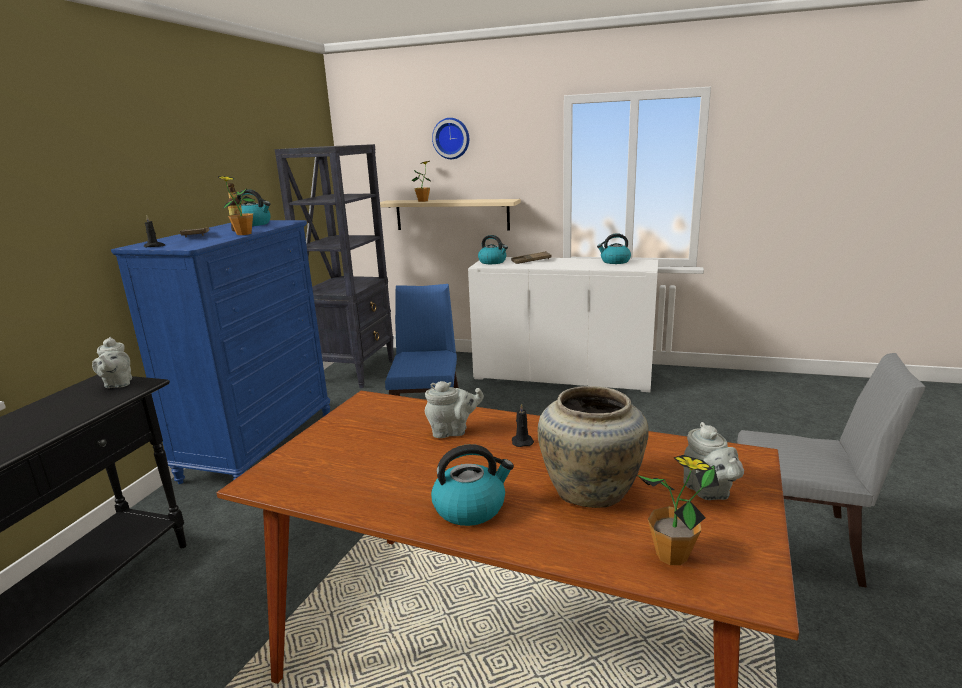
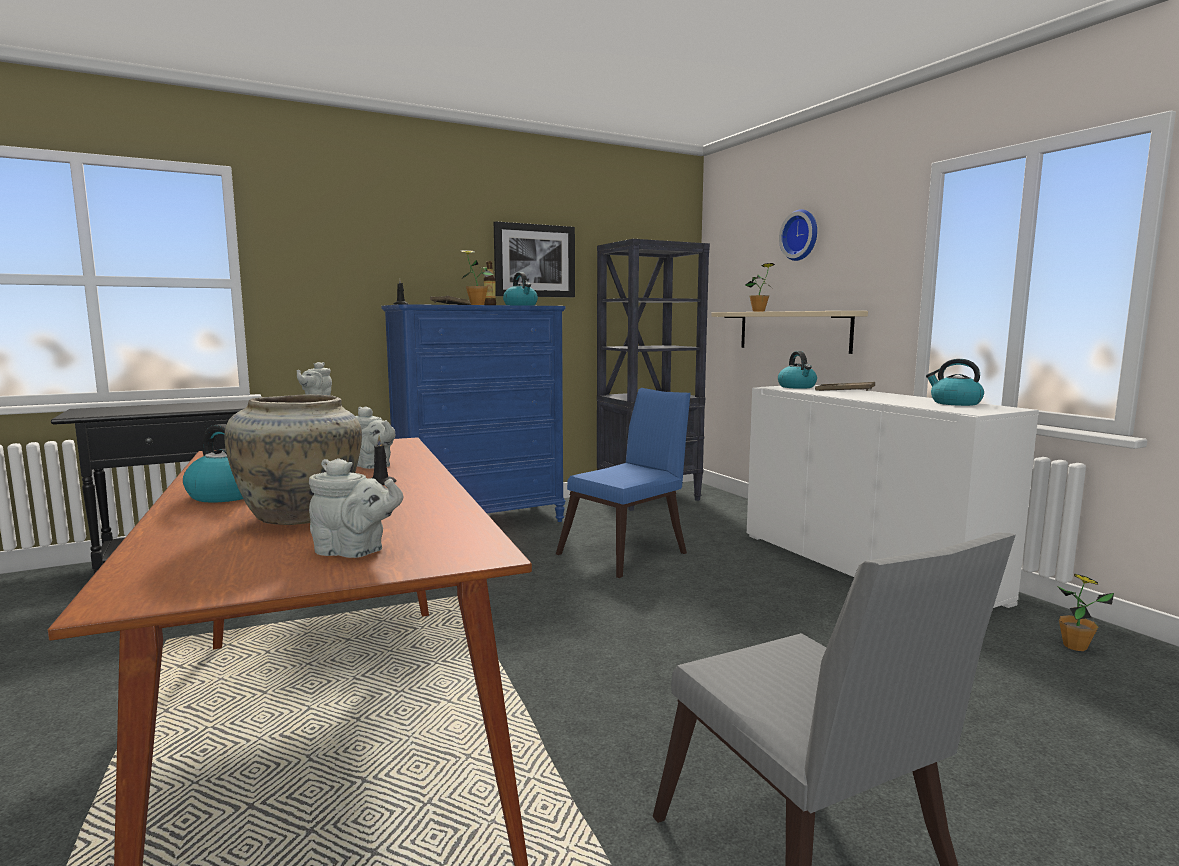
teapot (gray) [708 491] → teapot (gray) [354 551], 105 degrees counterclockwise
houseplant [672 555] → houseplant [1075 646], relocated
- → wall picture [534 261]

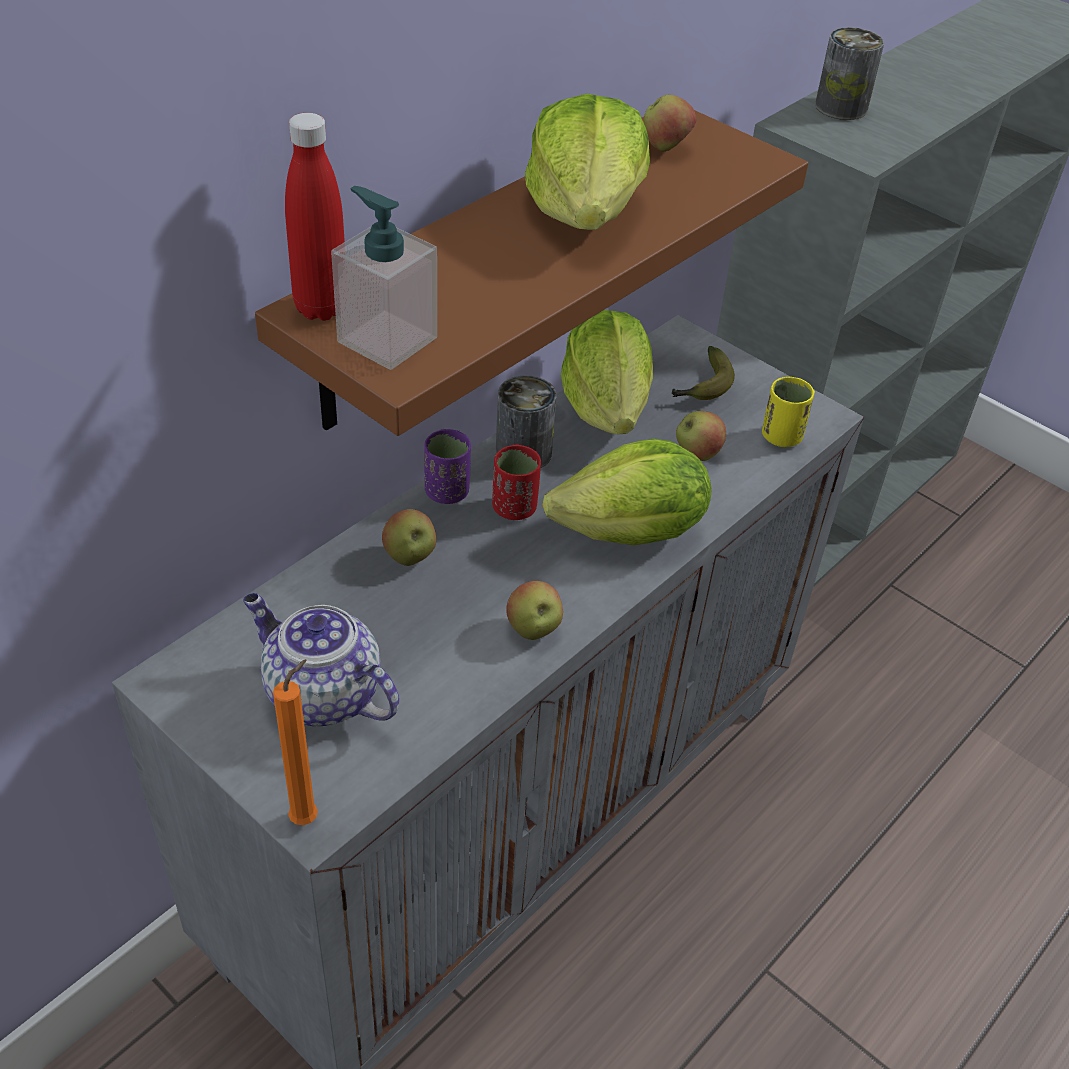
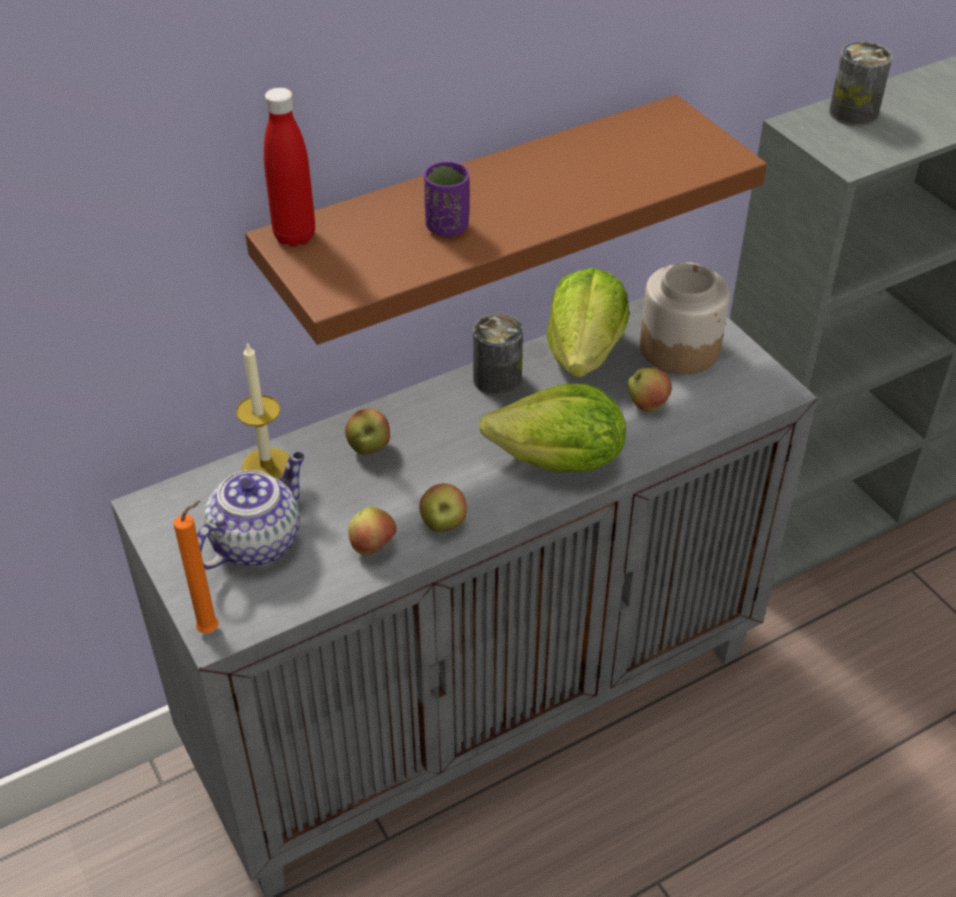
lettuce head [585 211] → -
apple [665 148] → apple [373 547], relocated
liquid soap bottle [387 339] → -
whole banana [703 386] → storage jar [679 347]
cup (yellowish) [781 437] → -
cup (purple-coloured) [447 492] → cup (purple-coloured) [447 227], relocated
cup (reddish) [514 508] → -
teapot [320 694] → teapot [257 541], 75 degrees clockwise
- → candle [266 465]

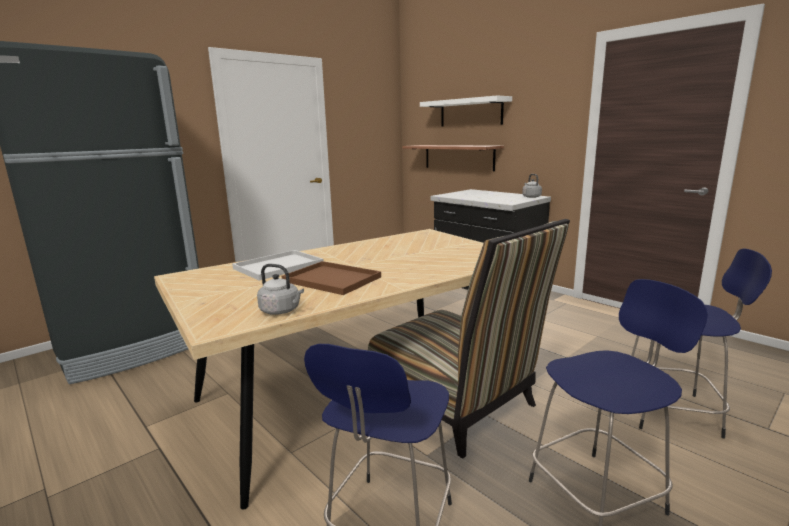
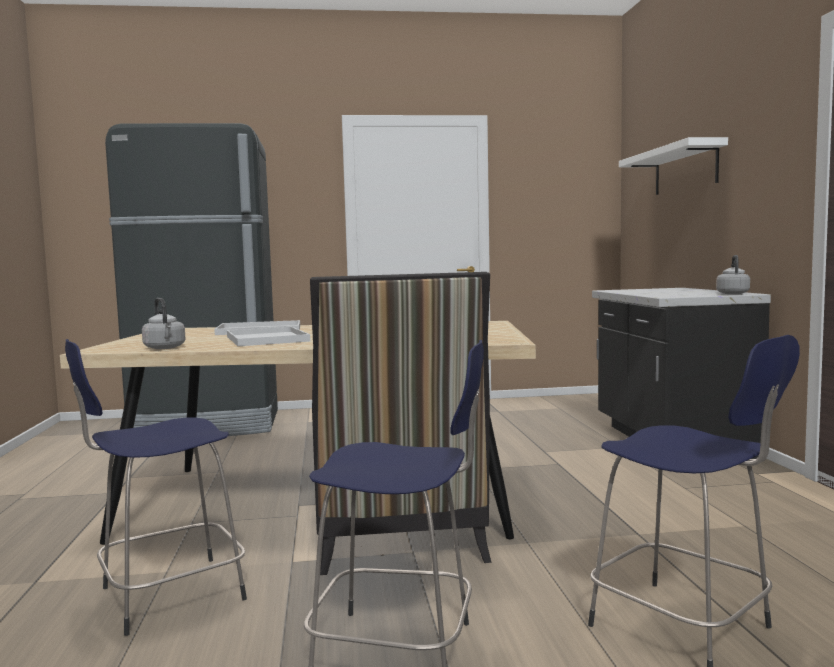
shelf [458 157] → -
serving tray (brown) [333 279] → serving tray (whitish) [268 339]

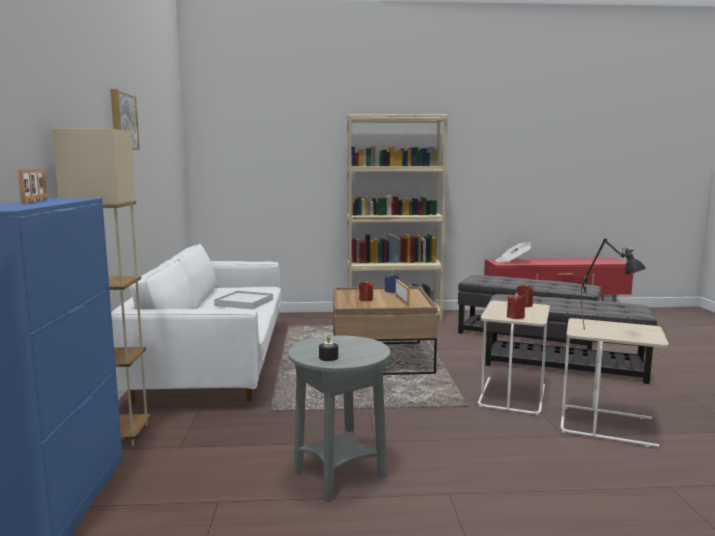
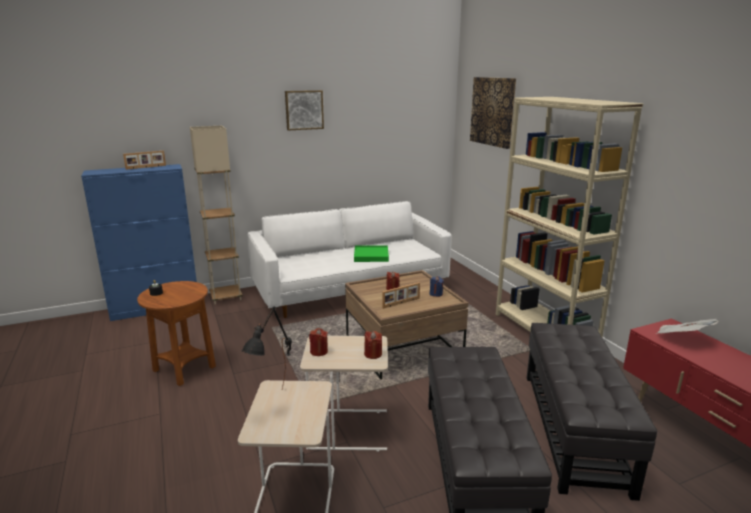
serving tray (whitish) [244 302] → serving tray (greenish) [371 256]
accent table (gray) [339 475] → accent table (brown) [184 369]
- → wall picture [492 111]

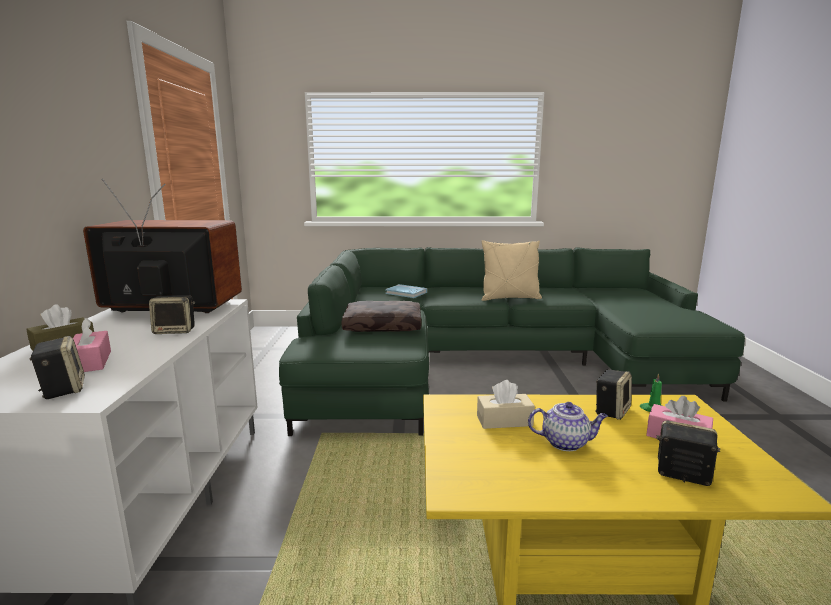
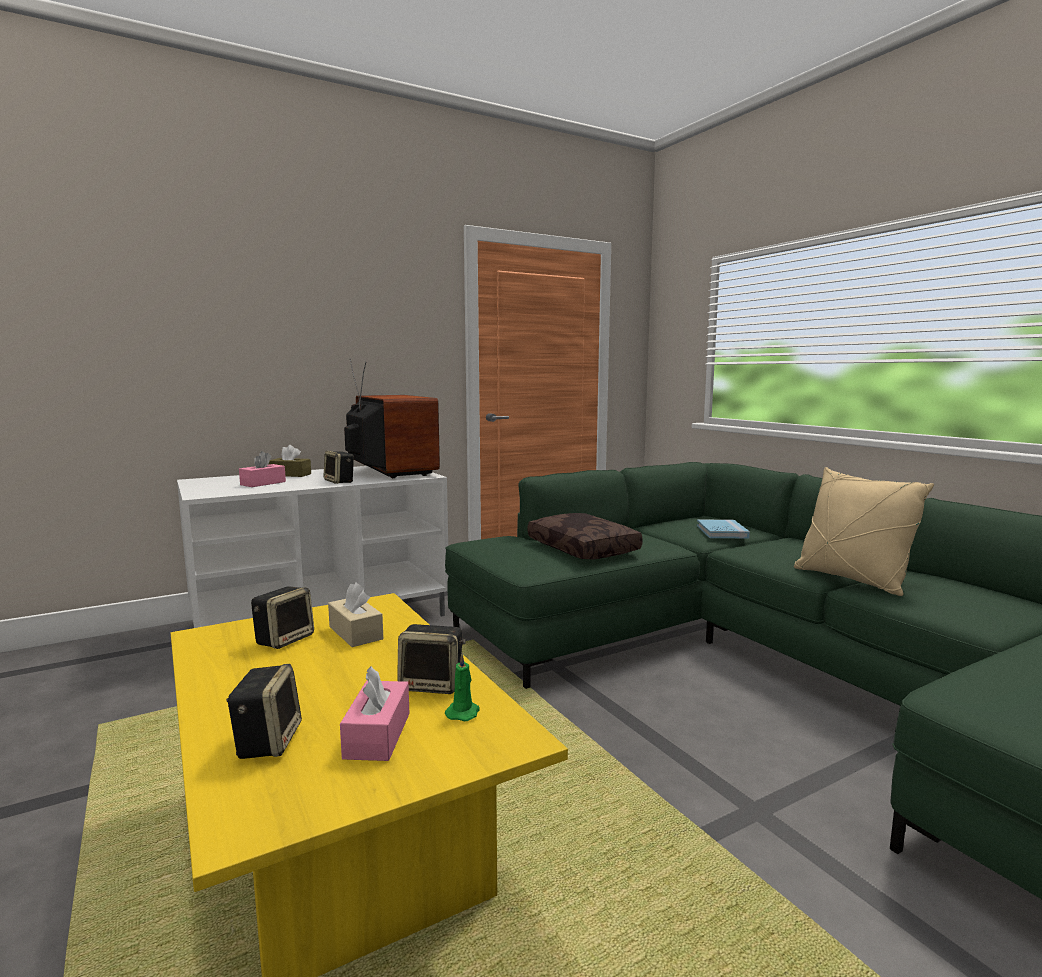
speaker [62 389] → speaker [285 639], relocated
teapot [566 443] → -

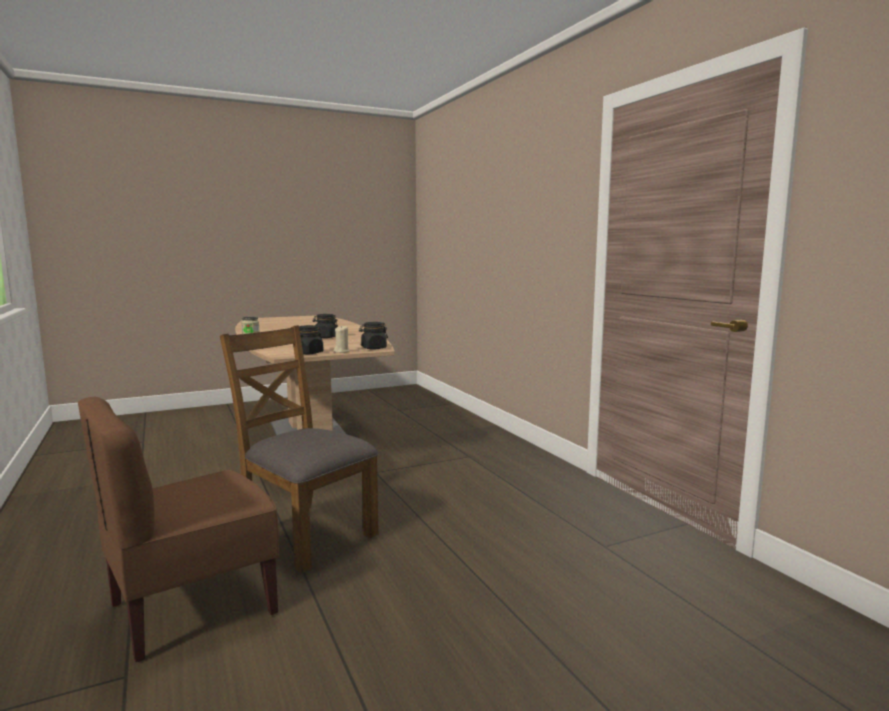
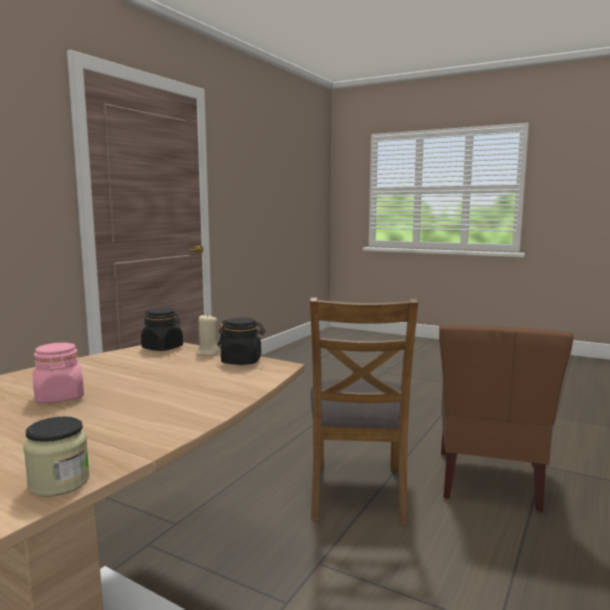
storage jar (black) [325 337] → storage jar (pink) [59 397]
upright chair (brown) [191 608] → upright chair (brown) [489 481], 90 degrees clockwise

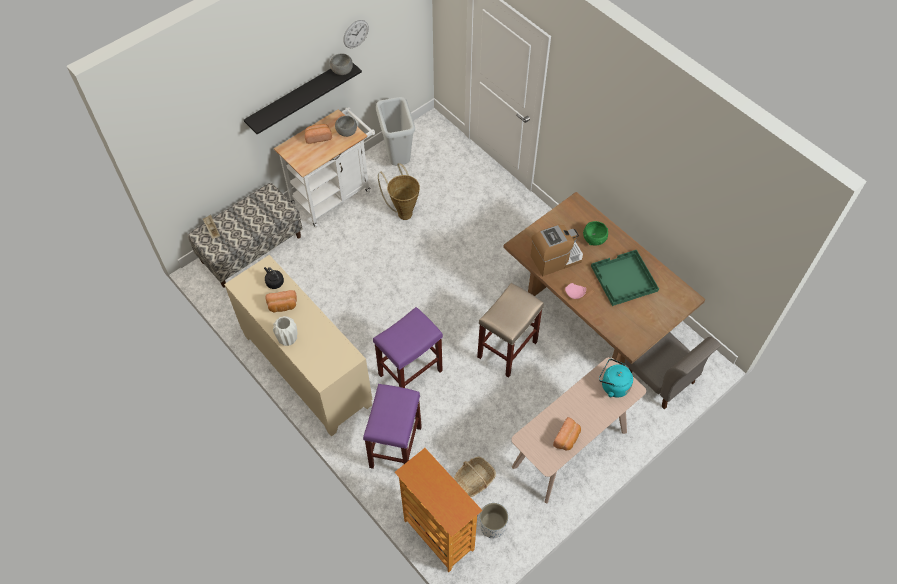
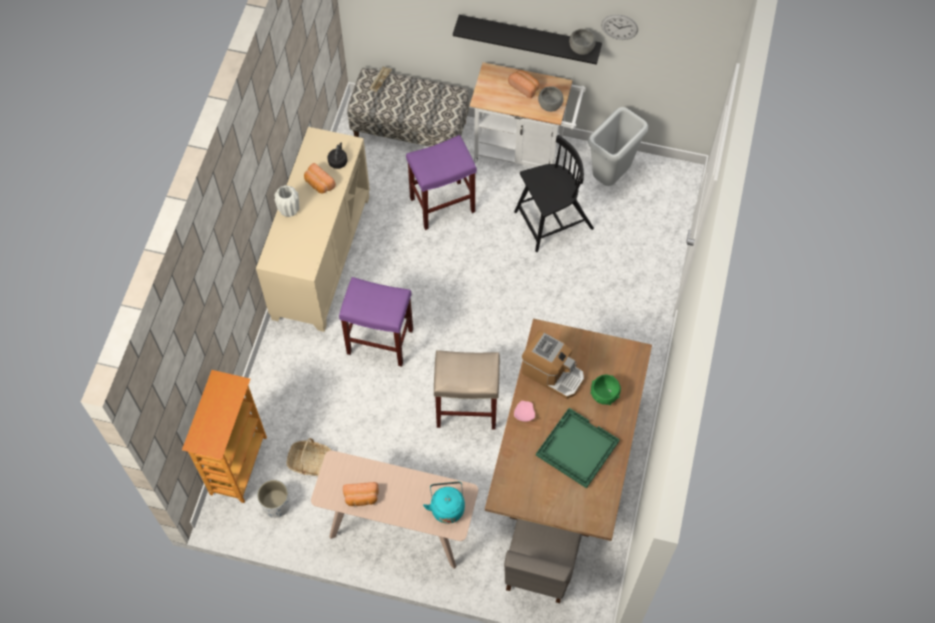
storage basket [403 211] → upright chair (black) [552 221]
stool (purple-coloured) [395 446] → stool (purple-coloured) [443 204], relocated

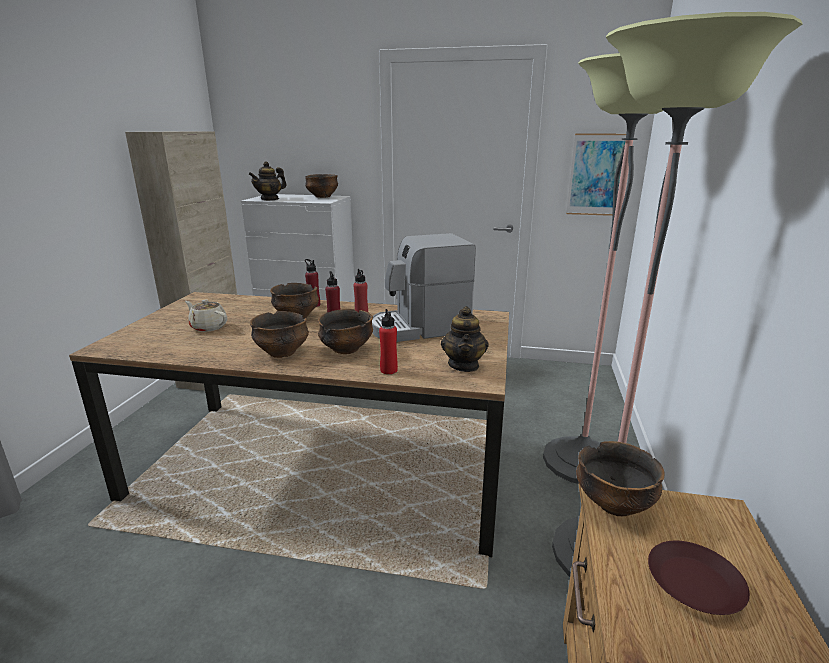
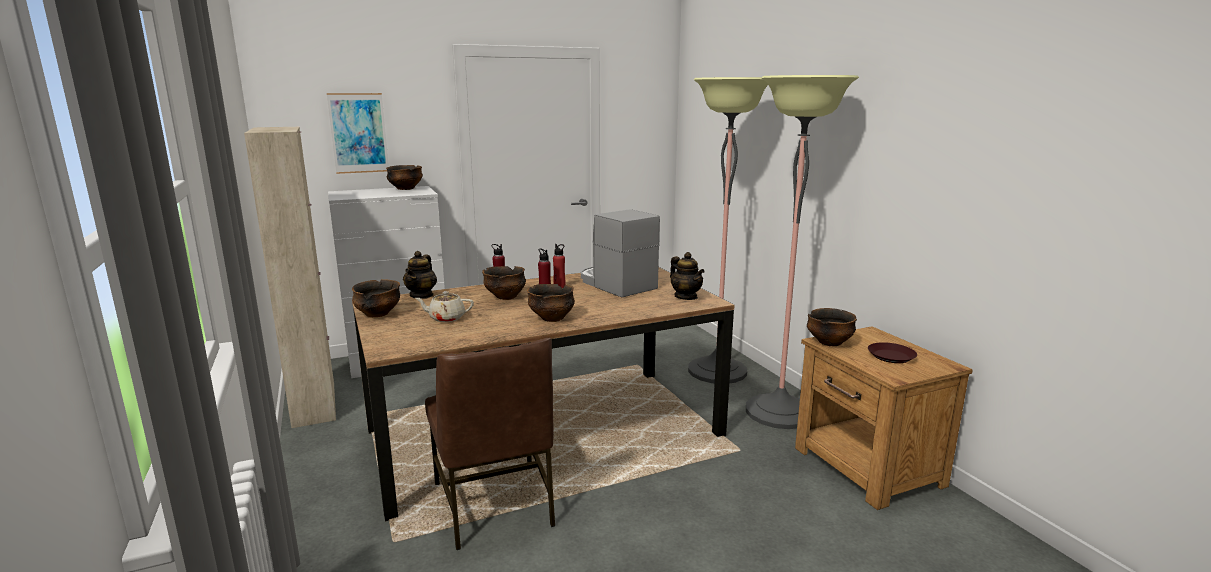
wall picture [597 175] → wall picture [358 133], relocated
teapot [270 199] → teapot [422 295], relocated
coffee machine [420 328] → coffee machine [616 284], 105 degrees clockwise
deep dish [346 350] → deep dish [378 314], relocated
beverage bottle (reddish) [388 370] → -
- → upright chair (brown) [494 505]

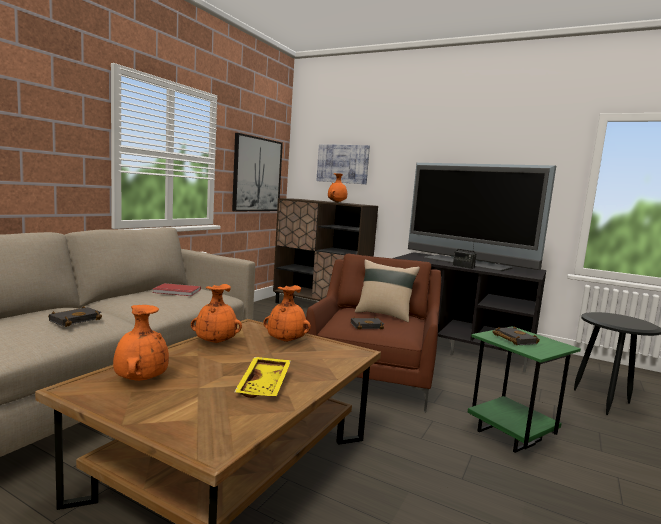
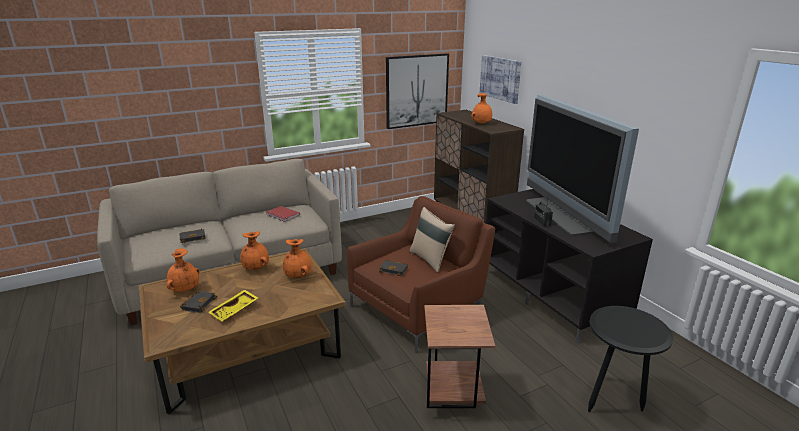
accent table (greenish) [509 437] → accent table (brown) [452 395]
book (black) [513 339] → book (black) [199 303], relocated

